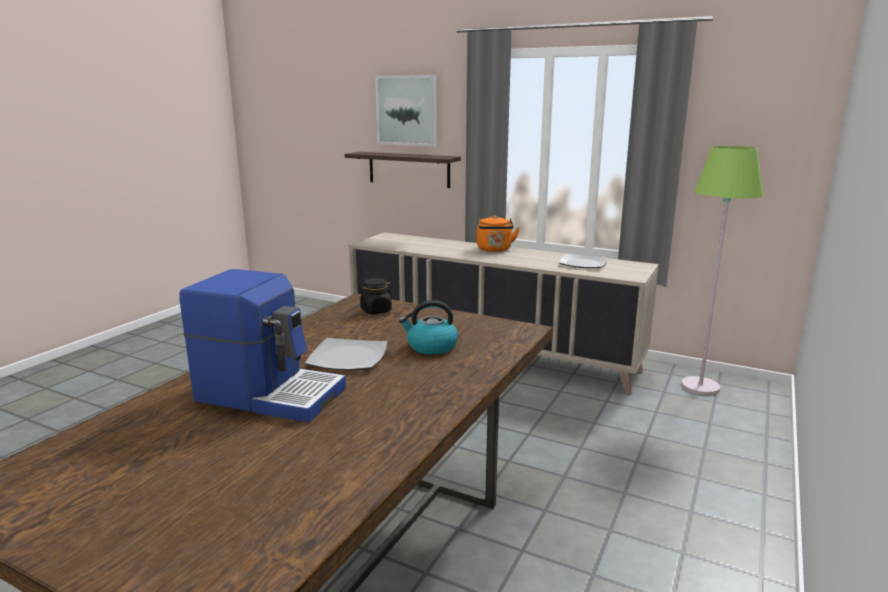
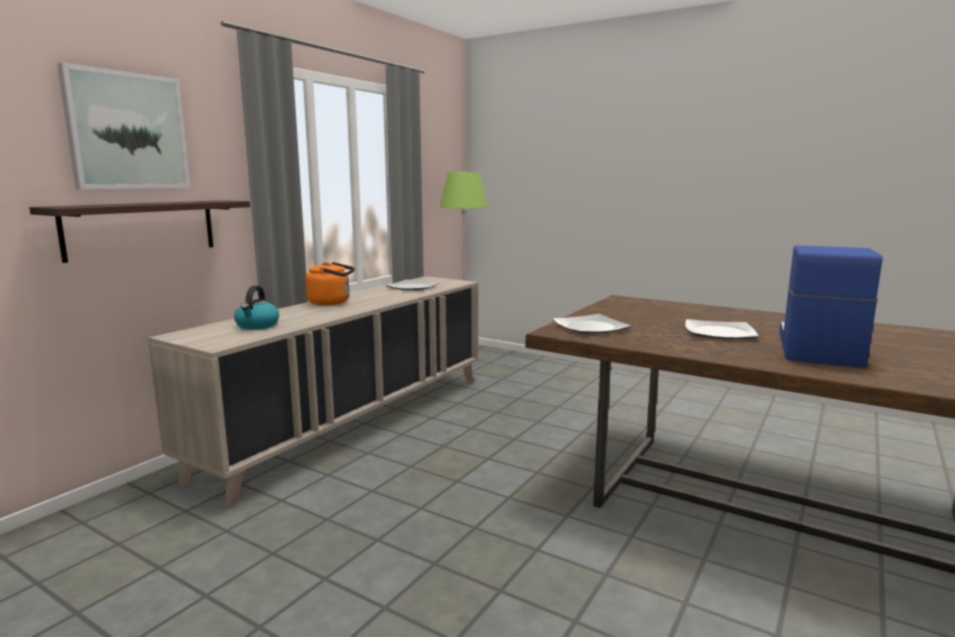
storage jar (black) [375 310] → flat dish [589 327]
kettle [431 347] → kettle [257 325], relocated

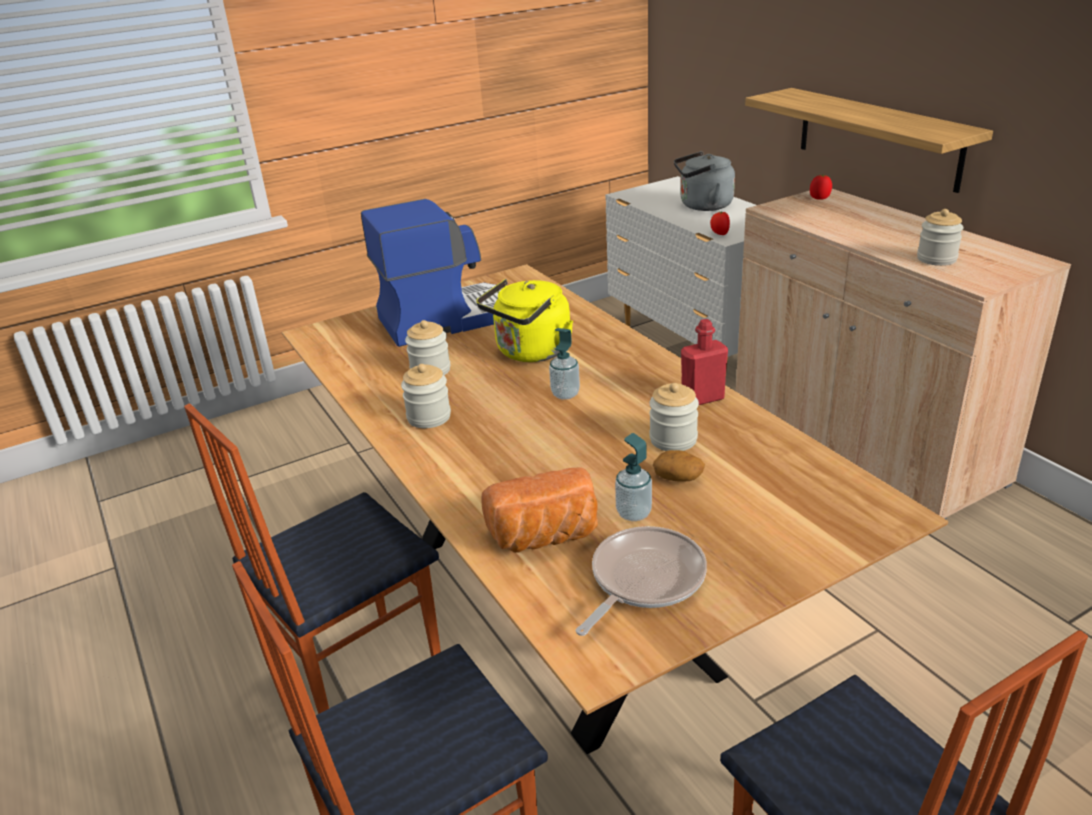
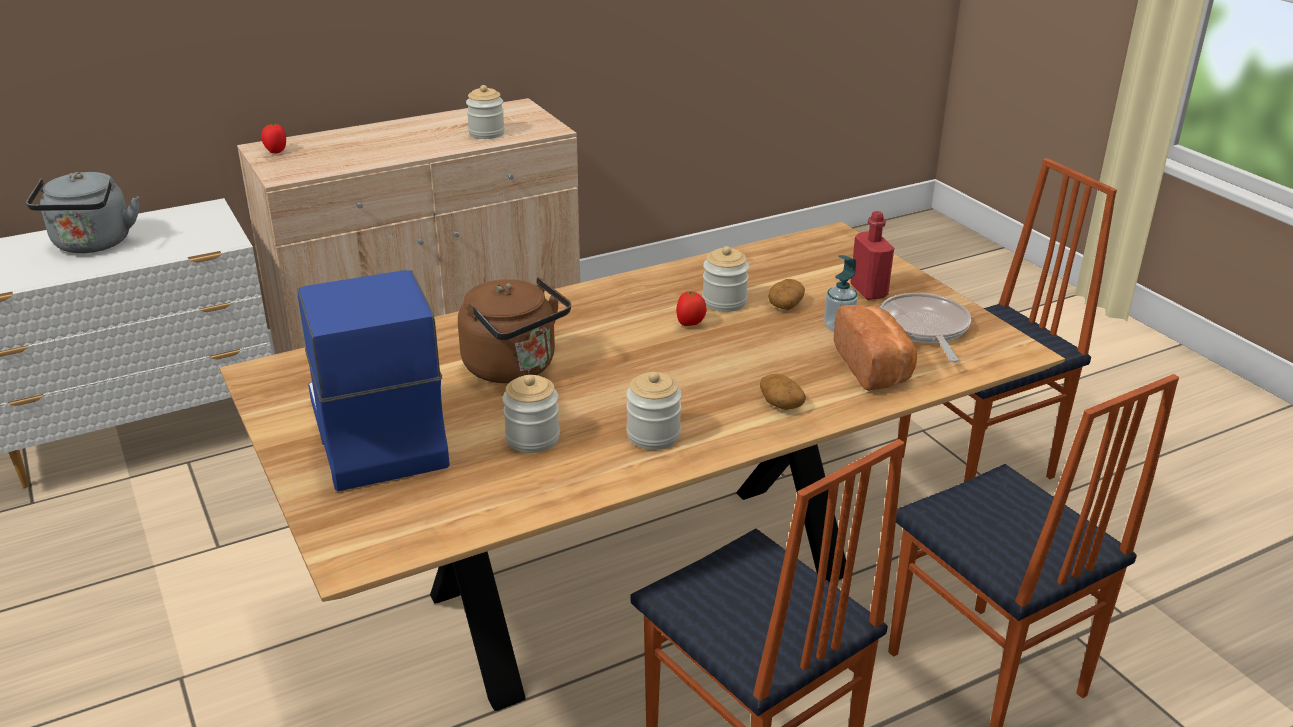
shelf [878 138] → -
fresh tomato [719 234] → fresh tomato [690 324], relocated
kettle (yellowish) [530 353] → kettle (brown) [514 368]
beverage bottle (reddish) [702 398] → beverage bottle (reddish) [868 291], relocated
liquid soap bottle [565 394] → -
frying pan [643 580] → frying pan [924 329], 45 degrees clockwise
- → potato [780 403]

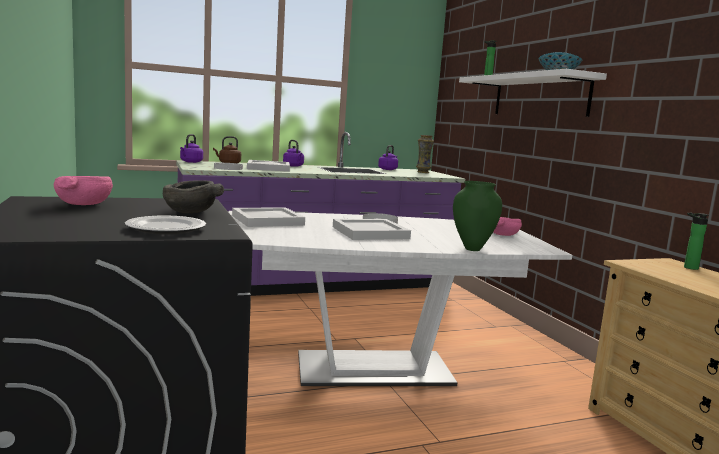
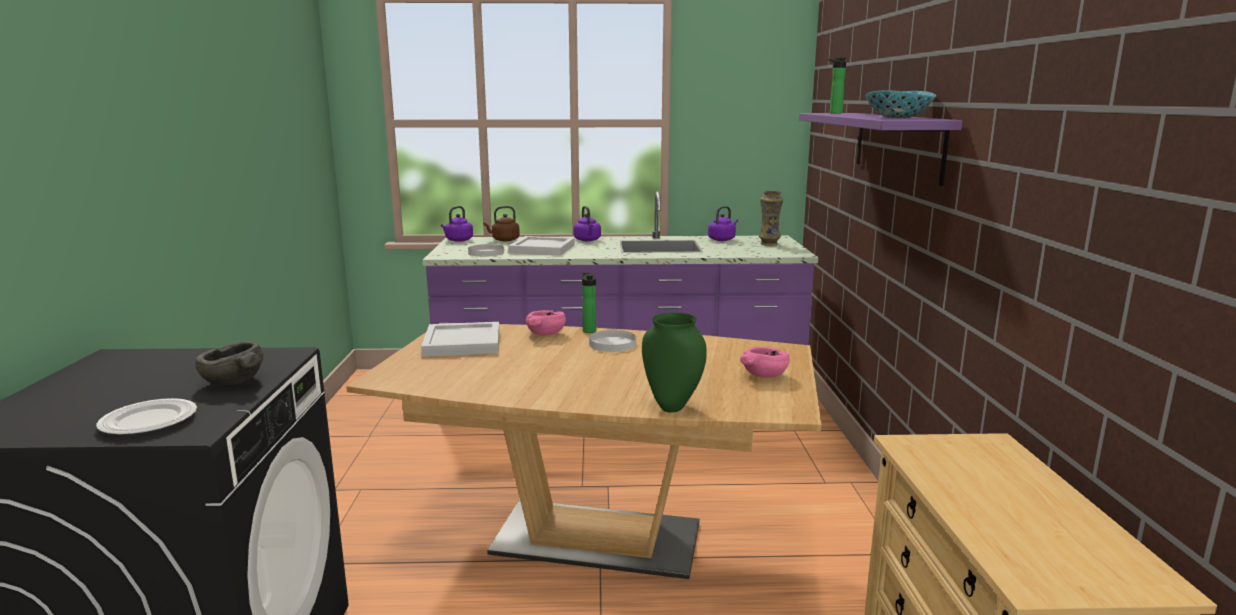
shelf (whitish) [539 96] → shelf (purple-coloured) [897 144]
deep dish (pink) [82 204] → deep dish (pink) [545 334], relocated
dining table (whitish) [374 369] → dining table (brown) [597 539]
beverage bottle [688 267] → beverage bottle [588 330], relocated
serving tray (whitish) [370 232] → -

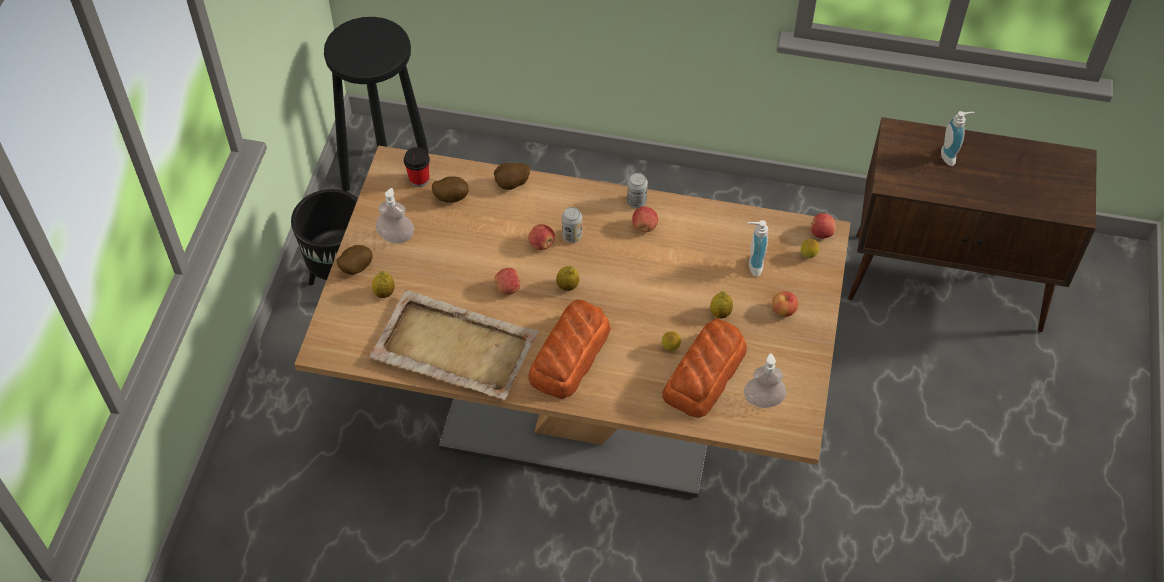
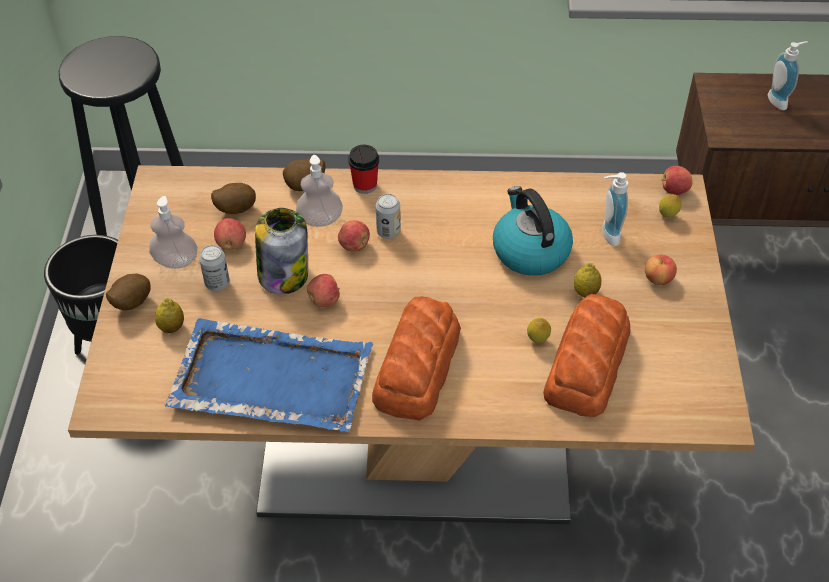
cup [419 179] → cup [365 185], relocated
metal can [636 202] → metal can [217 283], relocated
apple [644 226] → apple [231 244], relocated
citrus fruit [567 286] → -
serving tray (beige-coloured) [453 347] → serving tray (blue-coloured) [270 378]
liquid soap bottle [763 400] → liquid soap bottle [320 219], relocated
- → kettle [529 251]
- → storage jar [283 274]

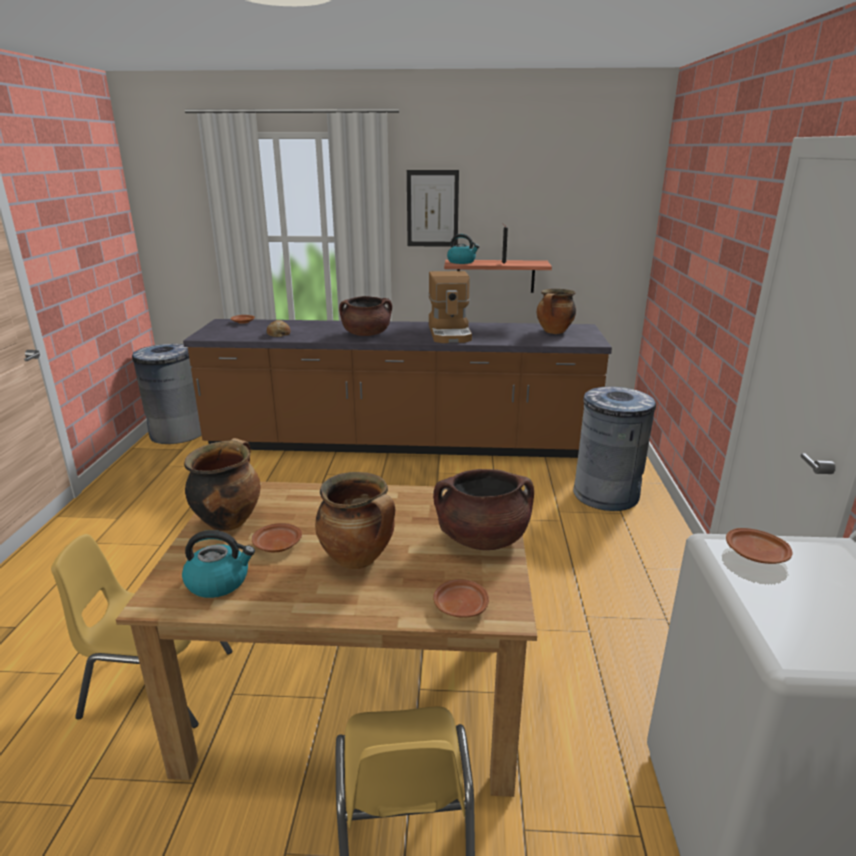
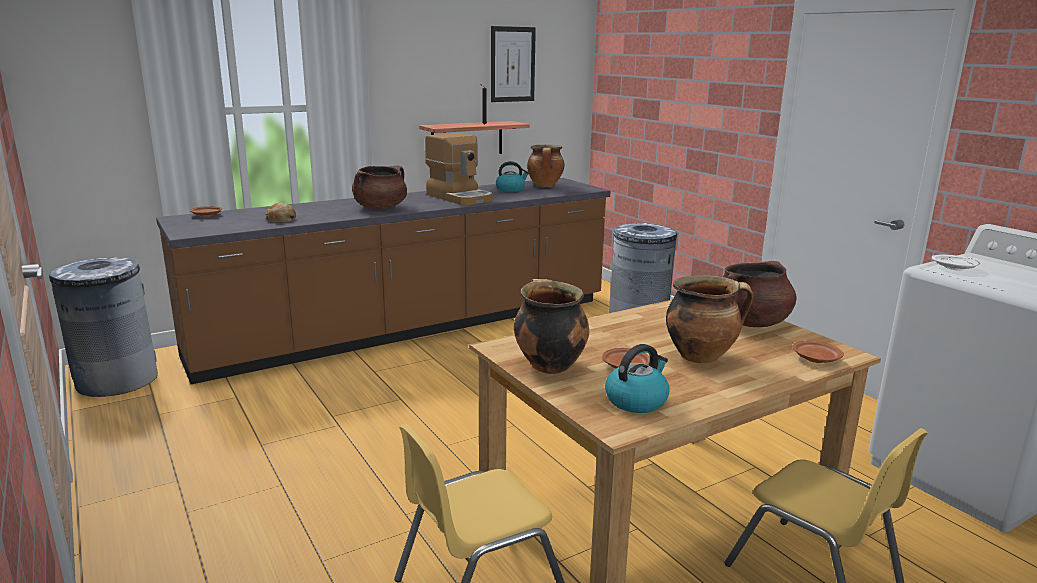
wall picture [432 208] → wall picture [512 64], relocated
kettle [462 262] → kettle [510 189], relocated
flat dish (brown) [756 555] → flat dish (whitish) [954 268]

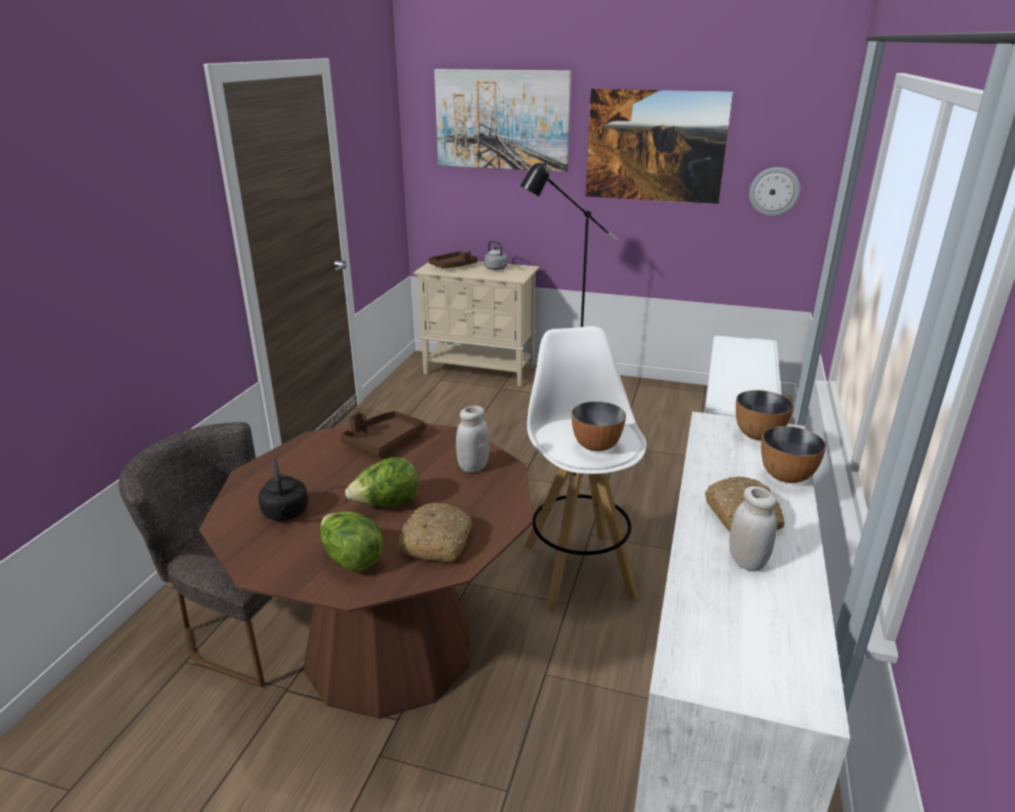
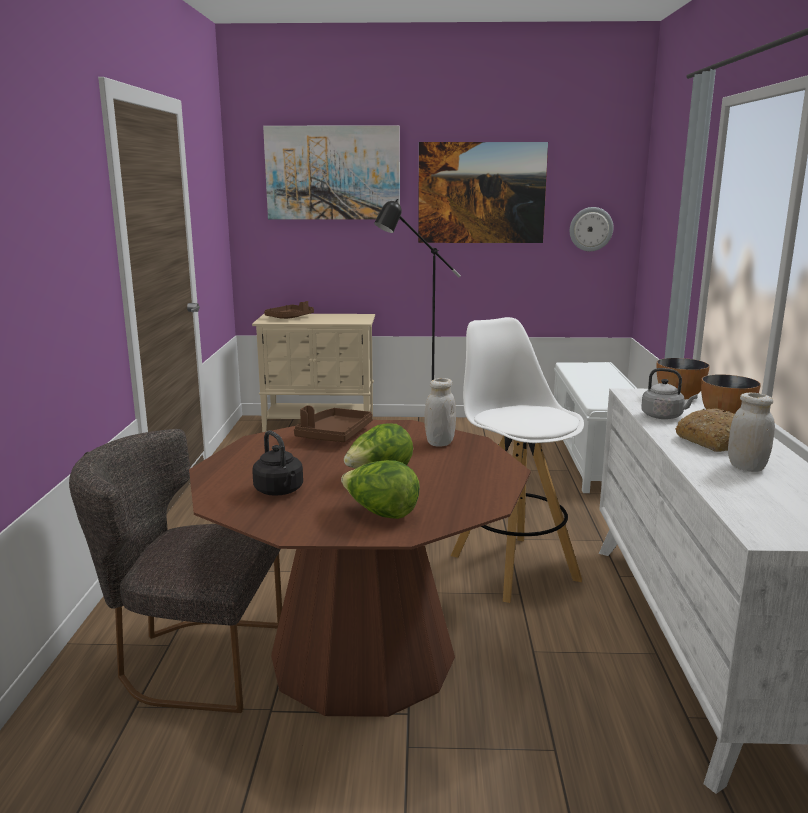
kettle (gray) [497 269] → kettle (gray) [664 416], relocated
deep dish [596 446] → -
bread [436 541] → -

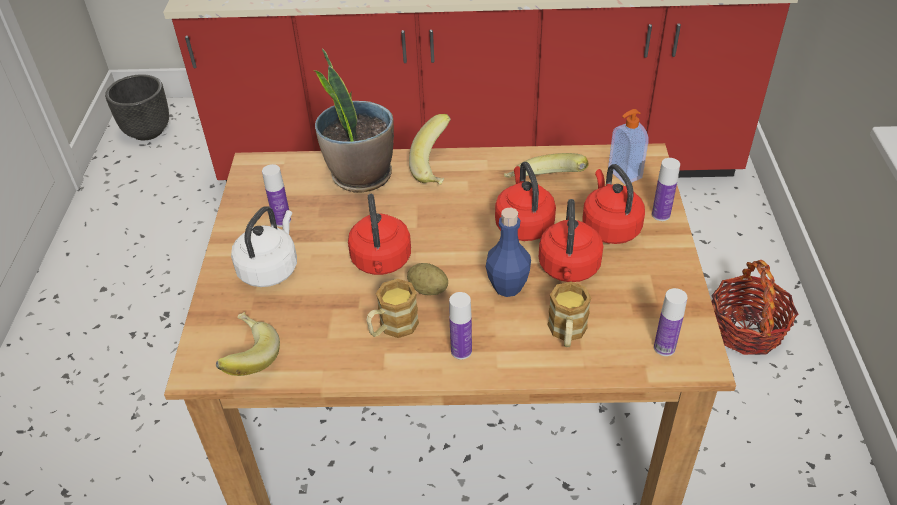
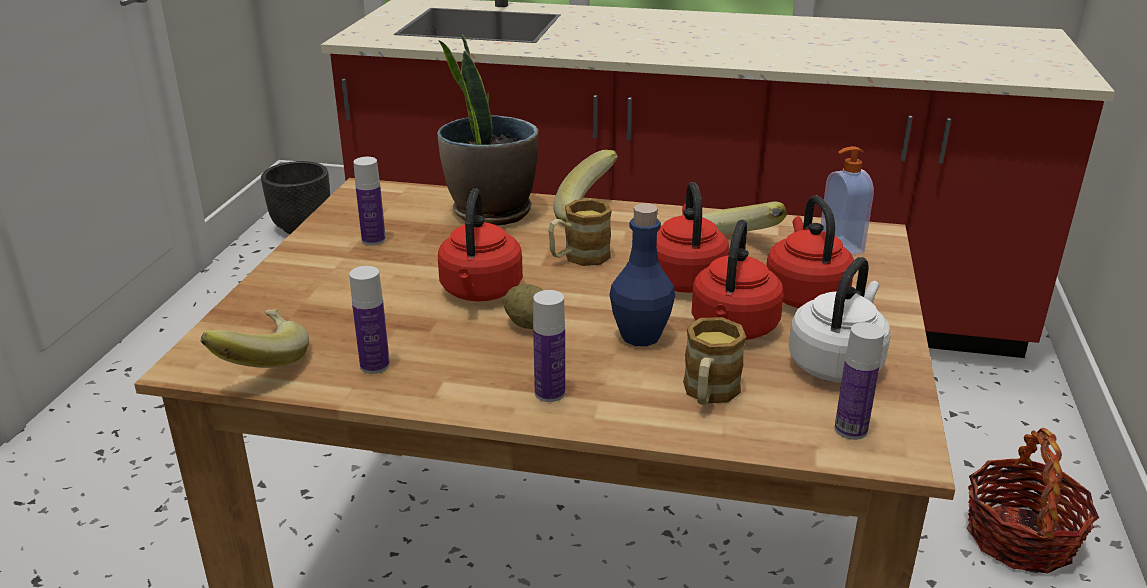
beverage bottle [660 215] → beverage bottle [375 365], relocated
kettle (whitish) [270 268] → kettle (whitish) [837 363], relocated
coffee mug [392 327] → coffee mug [578 258], relocated

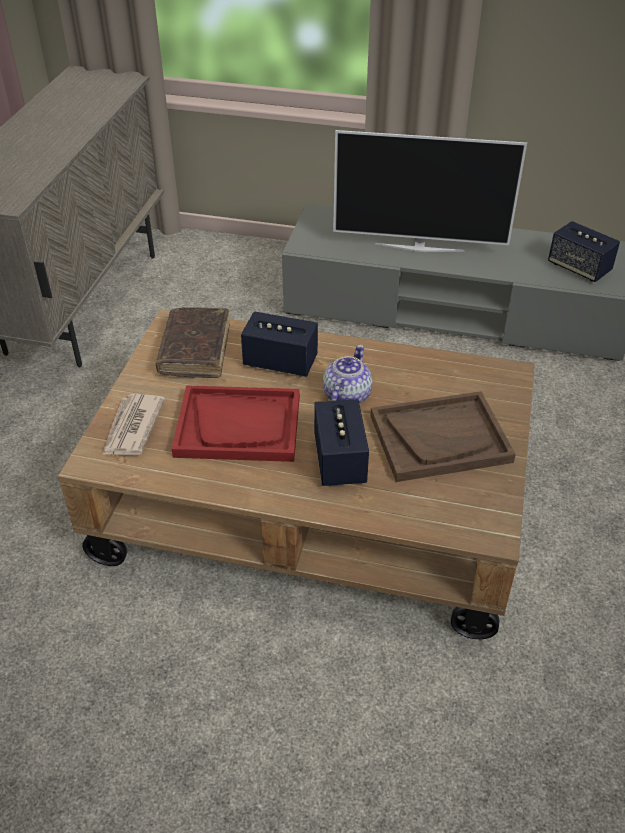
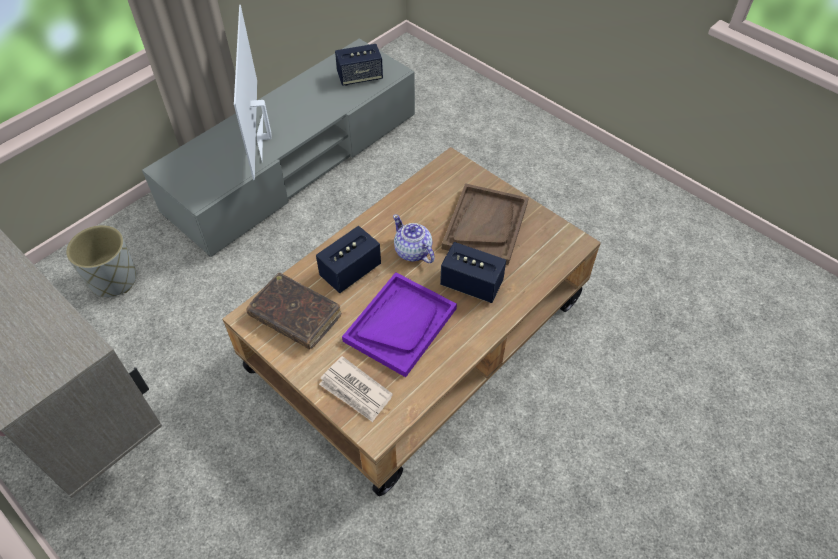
TV set [419 247] → TV set [264 137], 135 degrees clockwise
serving tray (reddish) [238 426] → serving tray (purple-coloured) [400 324]
- → plant pot (gray) [114 279]

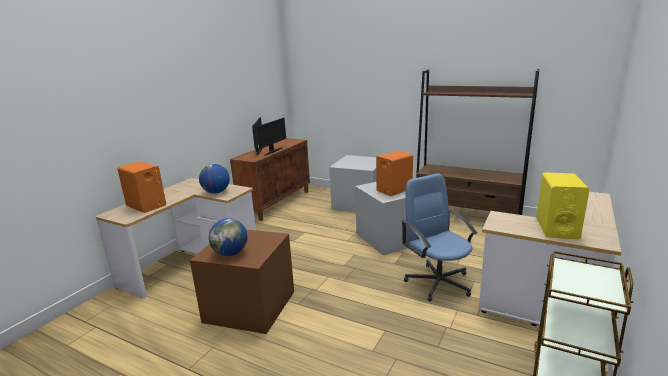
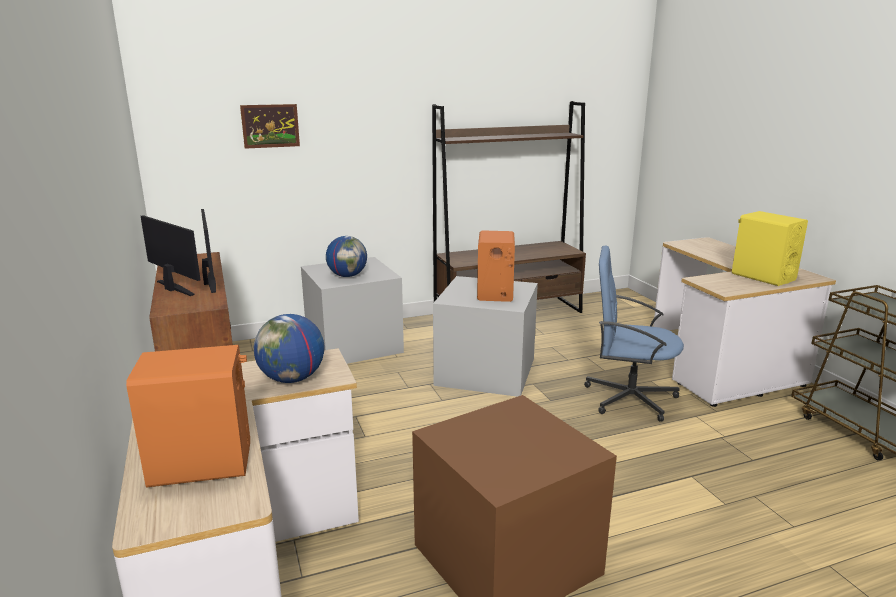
desk globe [231 253] → desk globe [347 276], relocated
- → wall picture [270 126]

